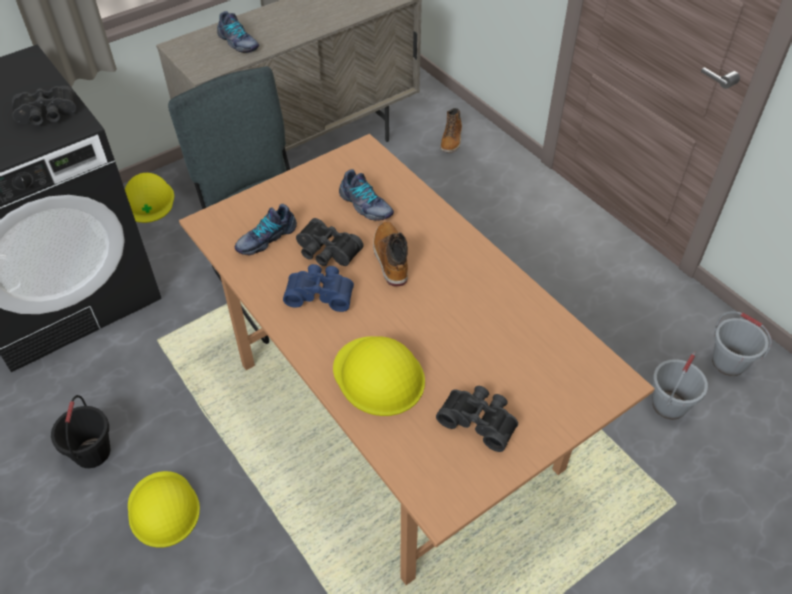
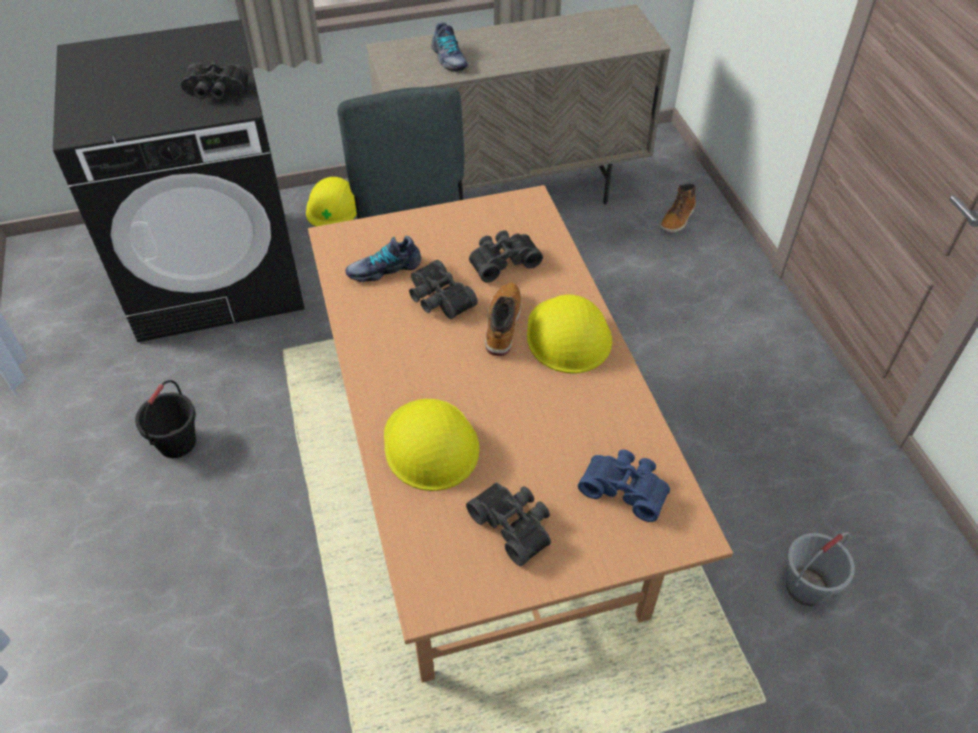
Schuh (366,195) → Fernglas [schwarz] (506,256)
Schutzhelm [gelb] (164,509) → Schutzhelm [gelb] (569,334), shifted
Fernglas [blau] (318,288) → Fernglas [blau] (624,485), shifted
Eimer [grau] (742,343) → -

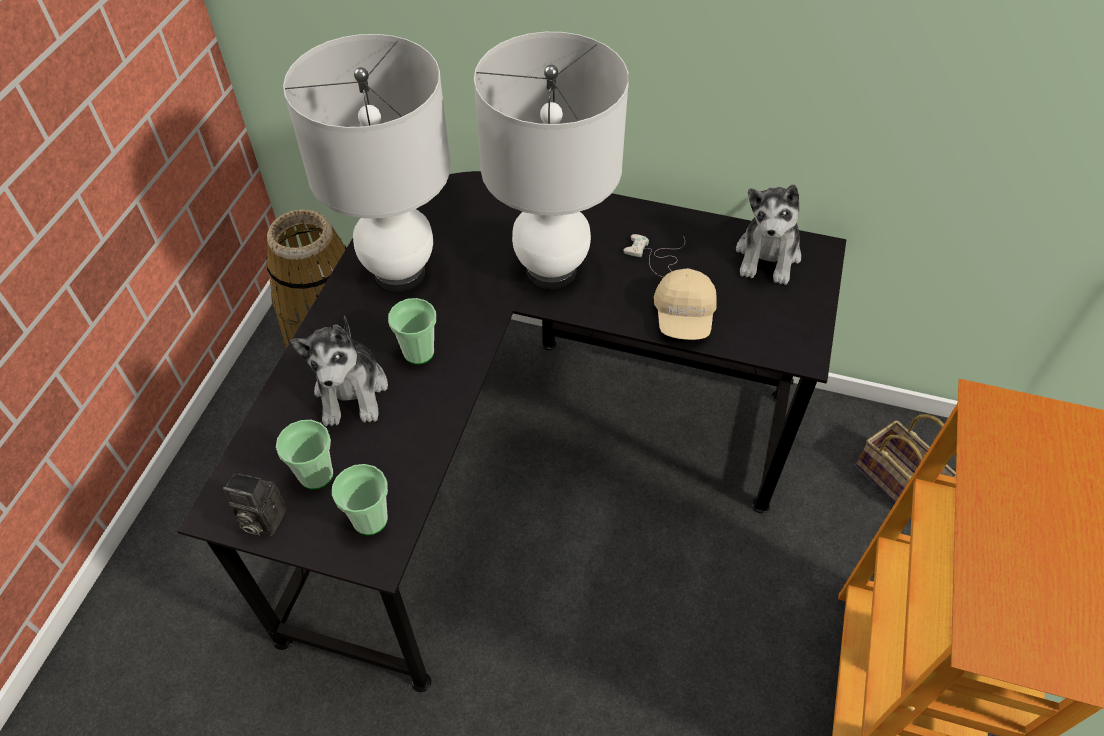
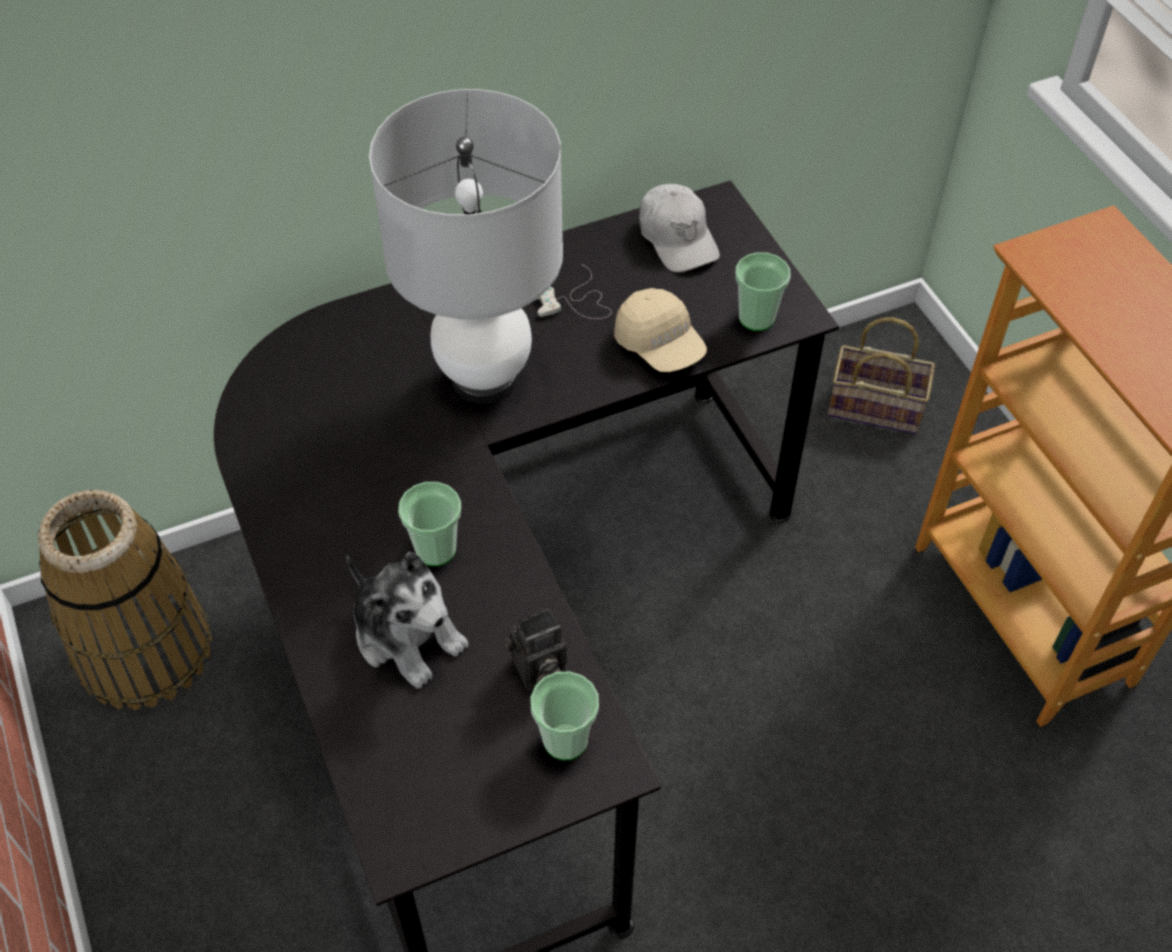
Kamera (255,504) → Kamera (535,650), shifted
Plüschtier (768,234) → Kappe [weiß] (679,228)
Tasse (304,455) → Tasse (763,291), shifted
Tischlampe [weiß] (367,163) → -

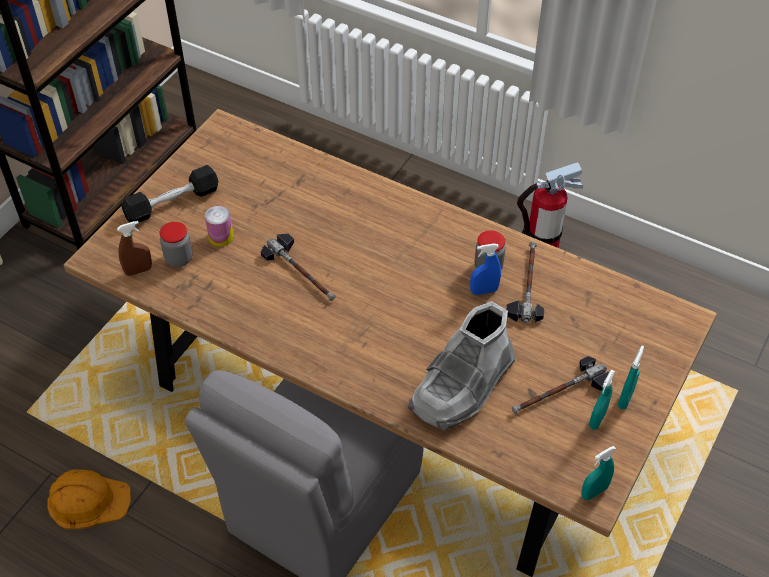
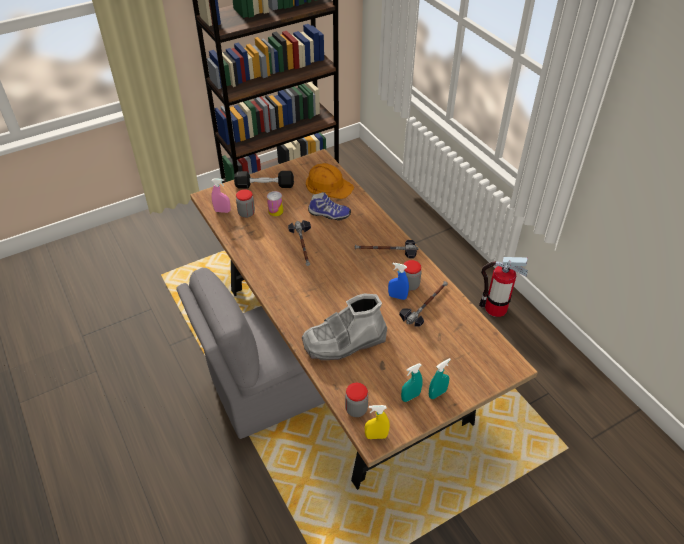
Sprühflasche [braun] (134,248) → Sprühflasche [rosa] (221,195)
Schutzhelm [orange] (89,499) → Schutzhelm [orange] (330,181), shifted
- → Schuh (329,206)
- → Vorratsglas (356,400)
Hammer (560,385) → Hammer (387,249), shifted
Sprühflasche [türkis] (598,473) → Sprühflasche [gelb] (377,422)

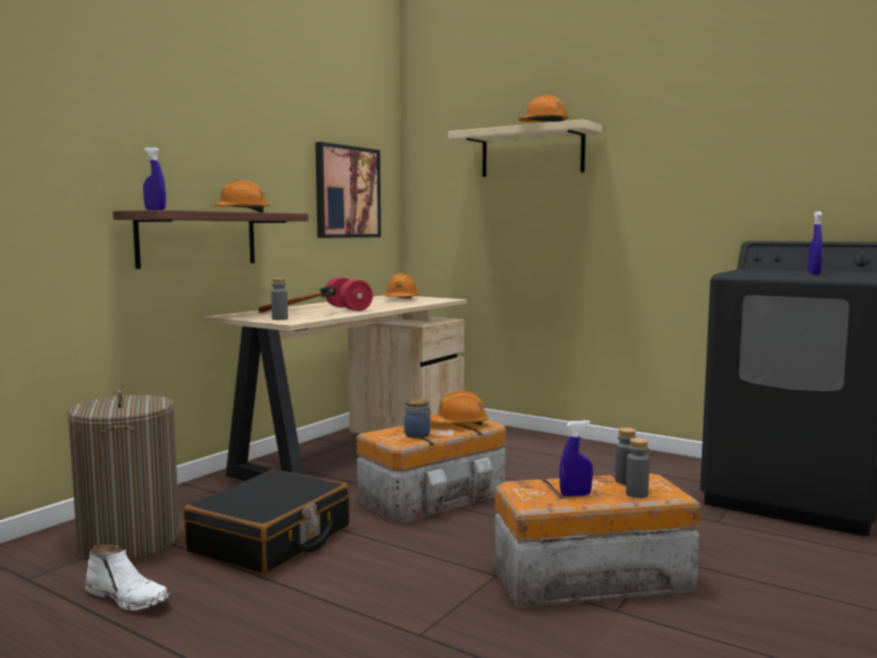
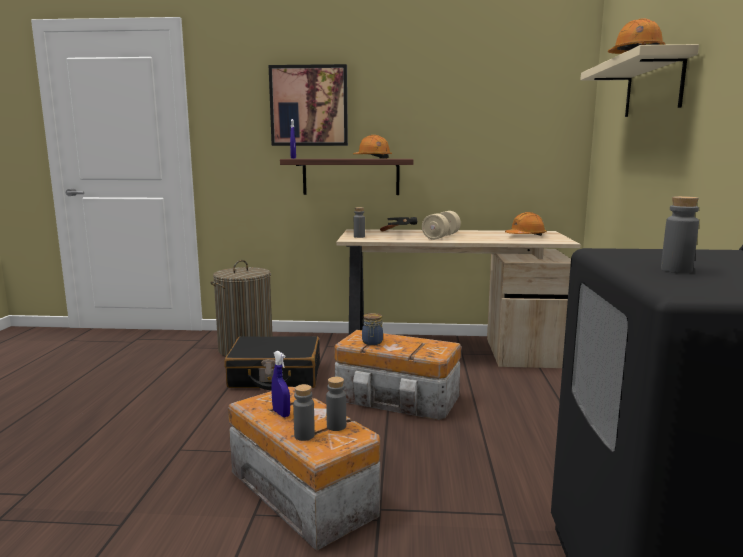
Bild (348,190) → Bild (308,105), shifted
Hantel [rot] (349,294) → Hantel [beige] (441,225)
Sprühflasche [blau] (815,243) → Flasche [grau] (680,234)
Stiefel [weiß] (128,578) → -
Schutzhelm [orange] (459,408) → -

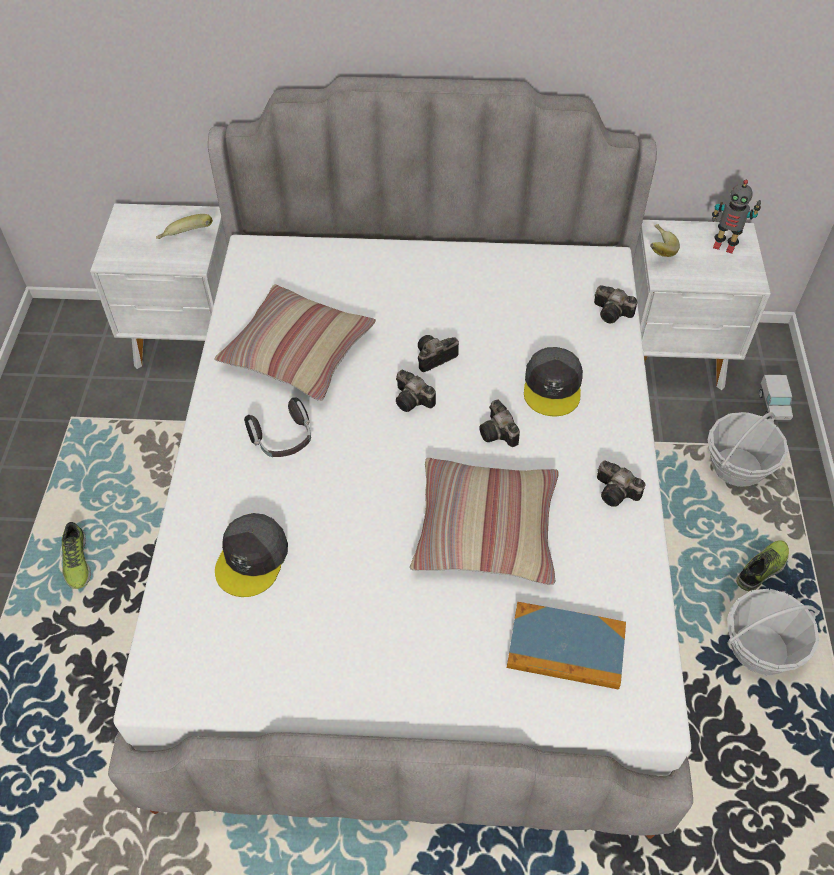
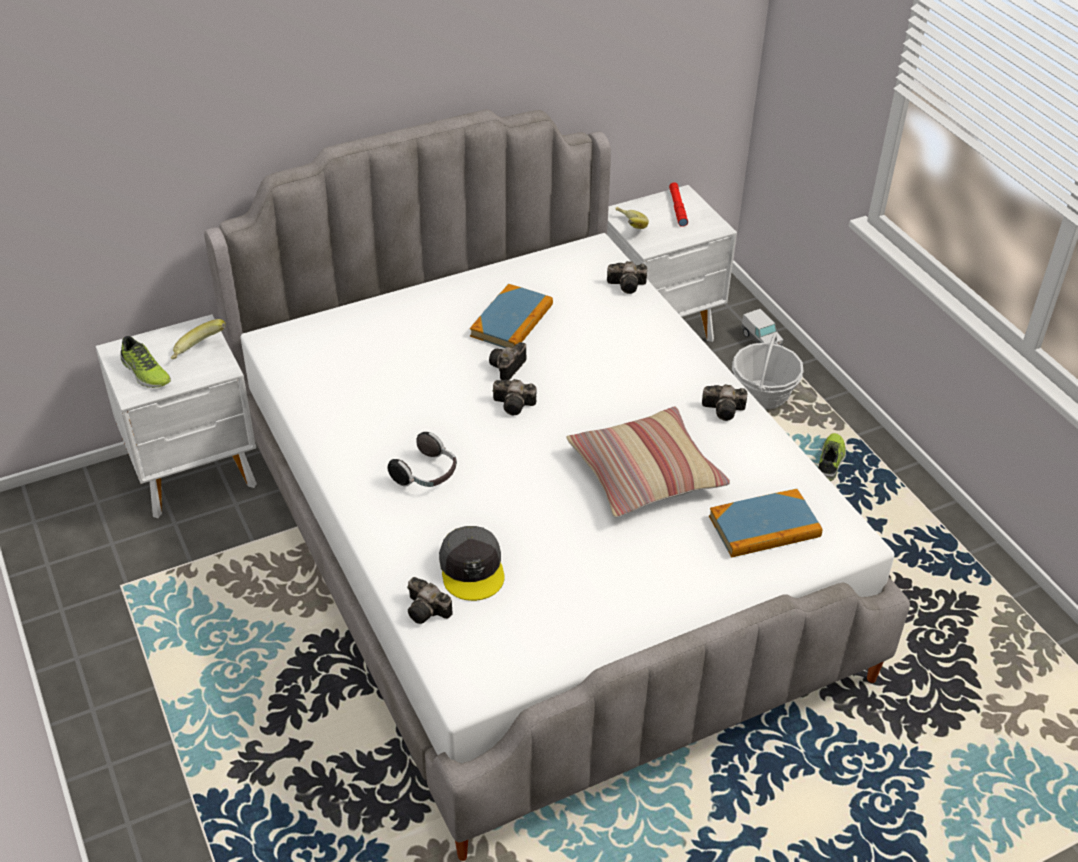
Schuh (76,555) → Schuh (145,362), shifted
Kamera (499,423) → Kamera (430,600), shifted
- → Buch (511,316)
Spielzeugroboter (736,216) → Taschenlampe [rot] (678,205)
Kissen (295,342) → -
Kappe [grau] (553,381) → -
Korb (773,632) → -

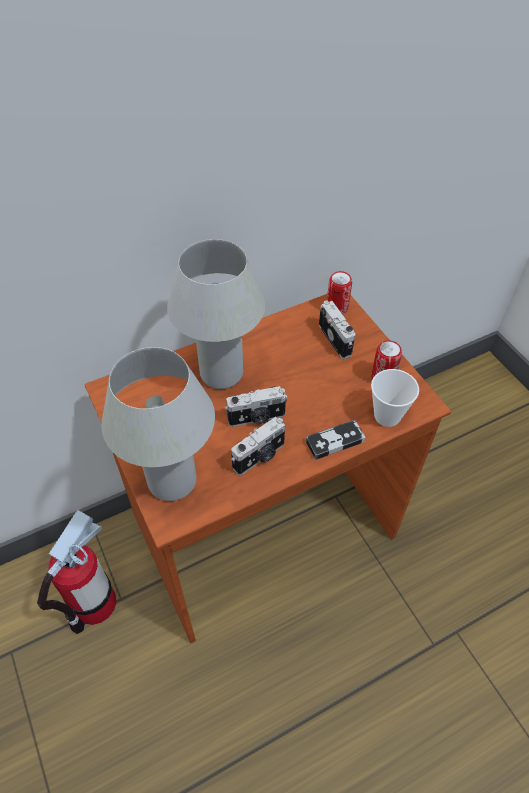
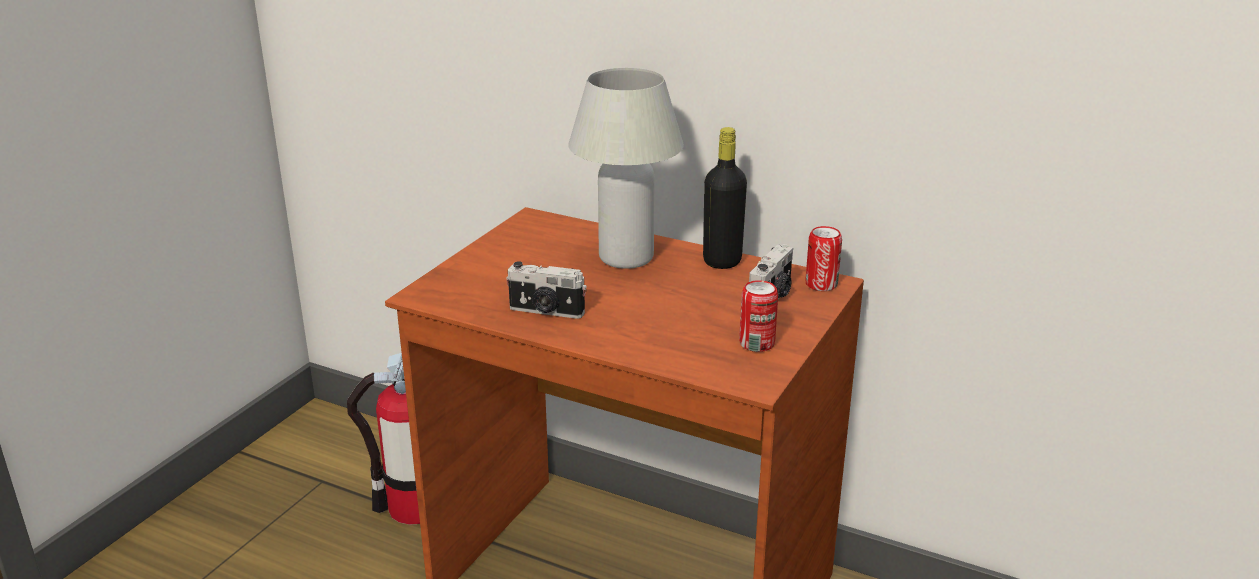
- → Flasche [schwarz] (725,198)
Tischlampe [weiß] (158,424) → -
Kamera (256,406) → -
Gamepad (335,440) → -
Tasse (395,398) → -

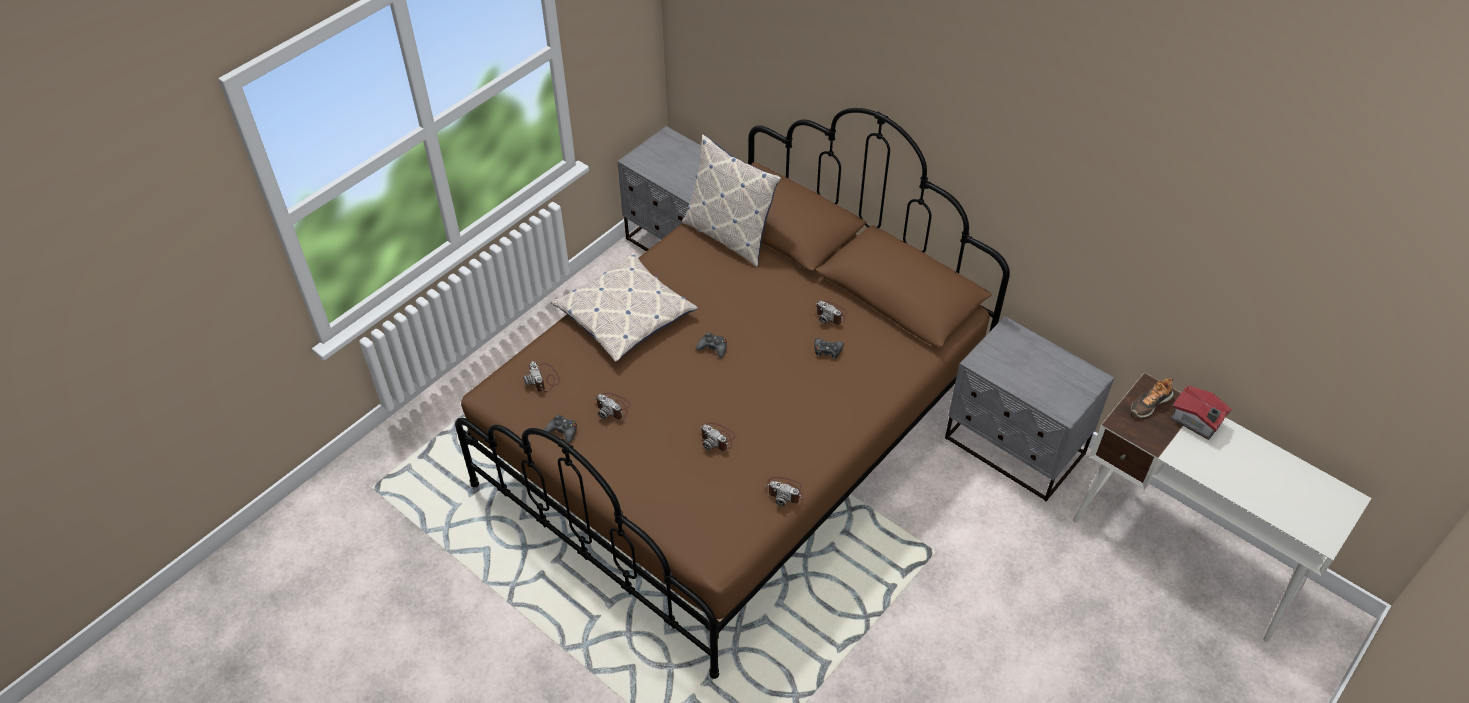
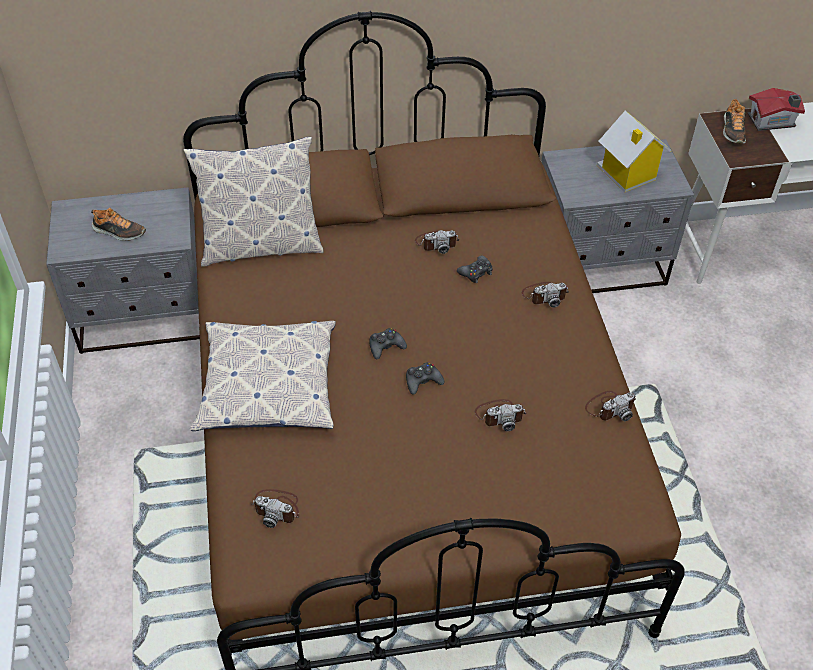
- → Schuh (118,224)
Gamepad [schwarz] (560,429) → Gamepad [schwarz] (425,378), shifted
Kamera (613,405) → Kamera (545,295), shifted
- → Spielzeughaus (634,151)

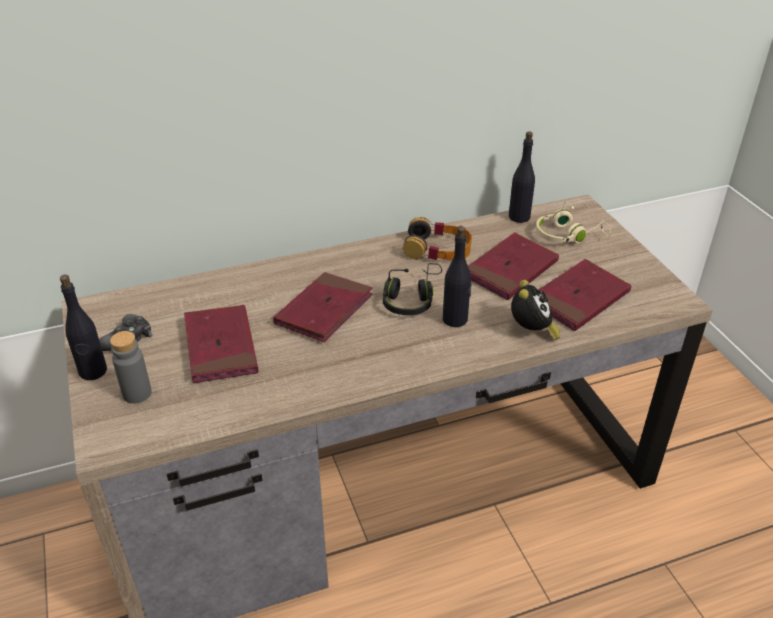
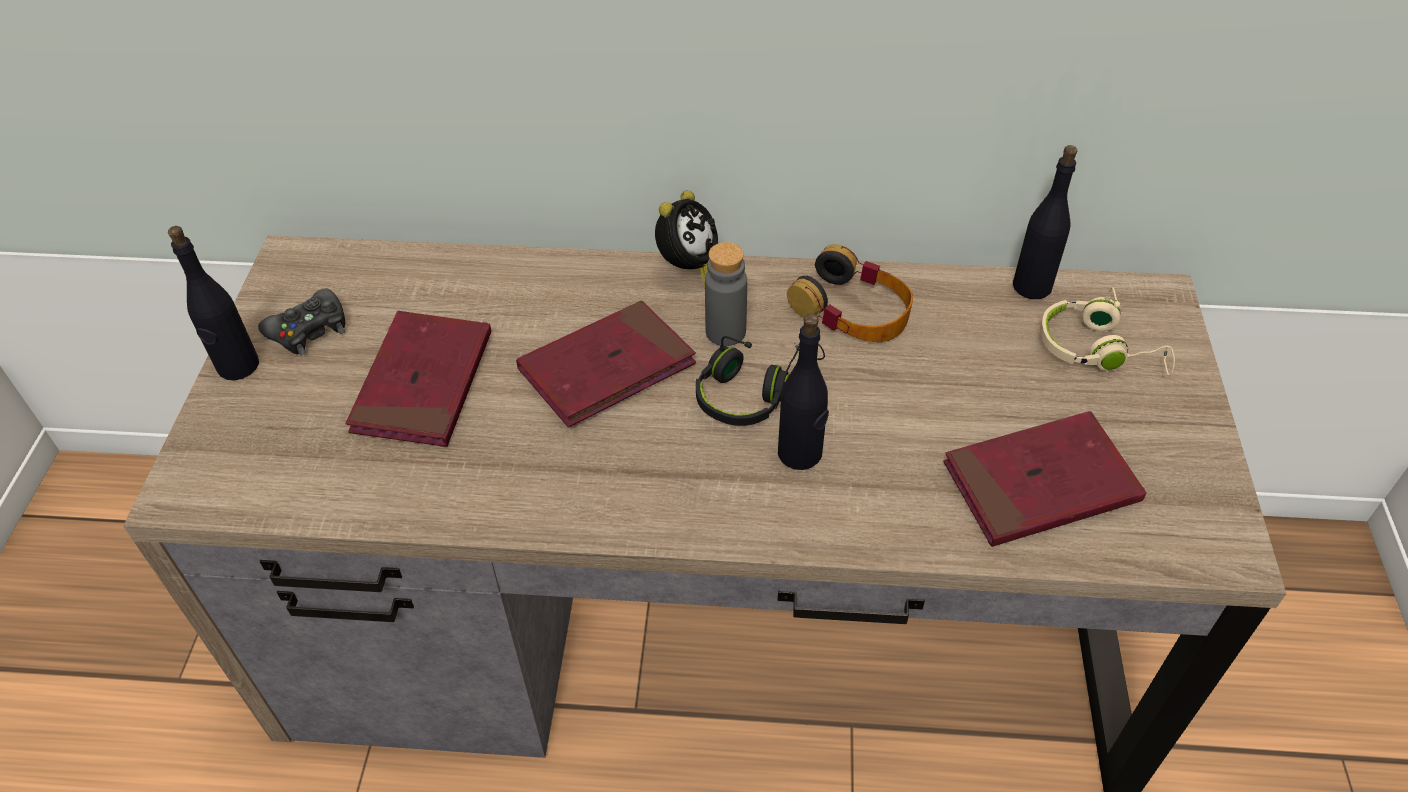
Wecker (535,310) → Wecker (686,239), shifted
Flasche [grau] (131,367) → Flasche [grau] (726,294), shifted
Buch [rot] (513,266) → -

